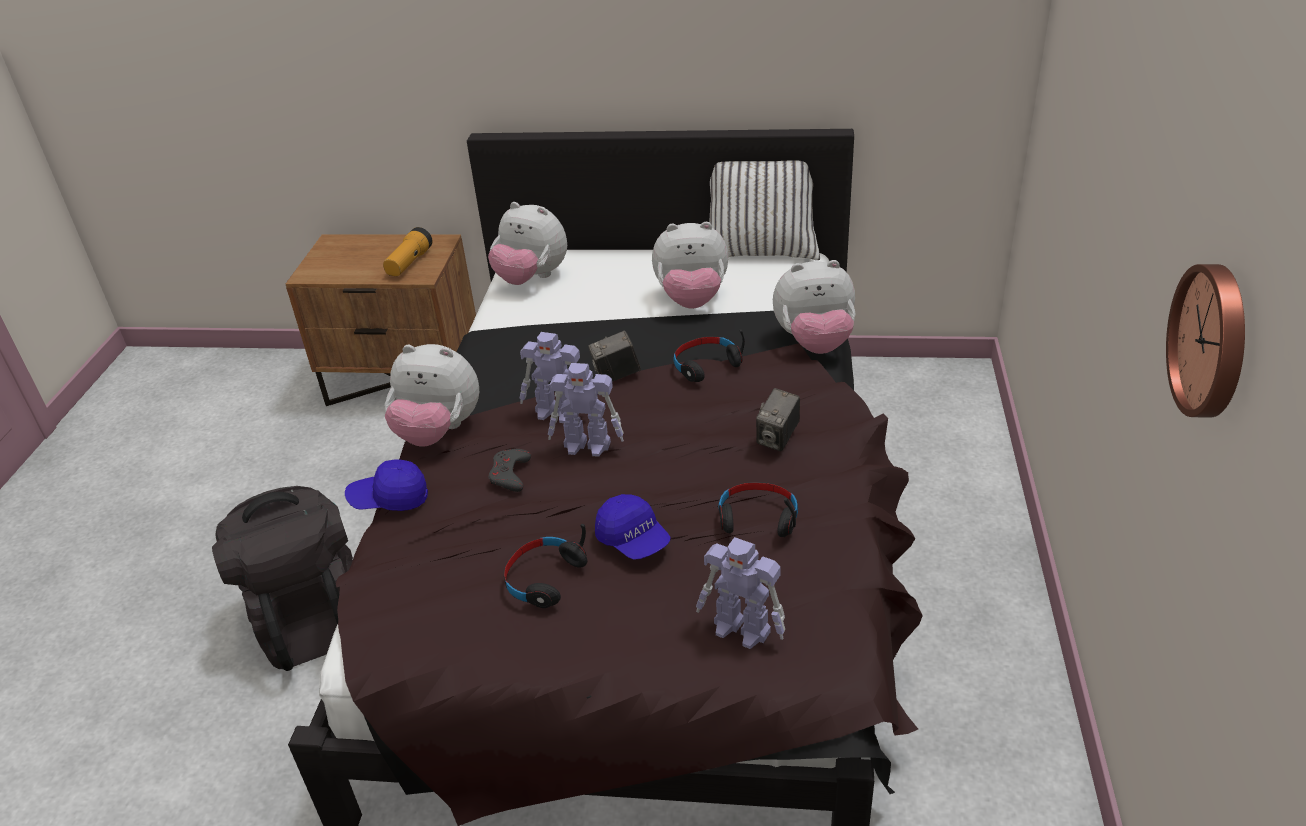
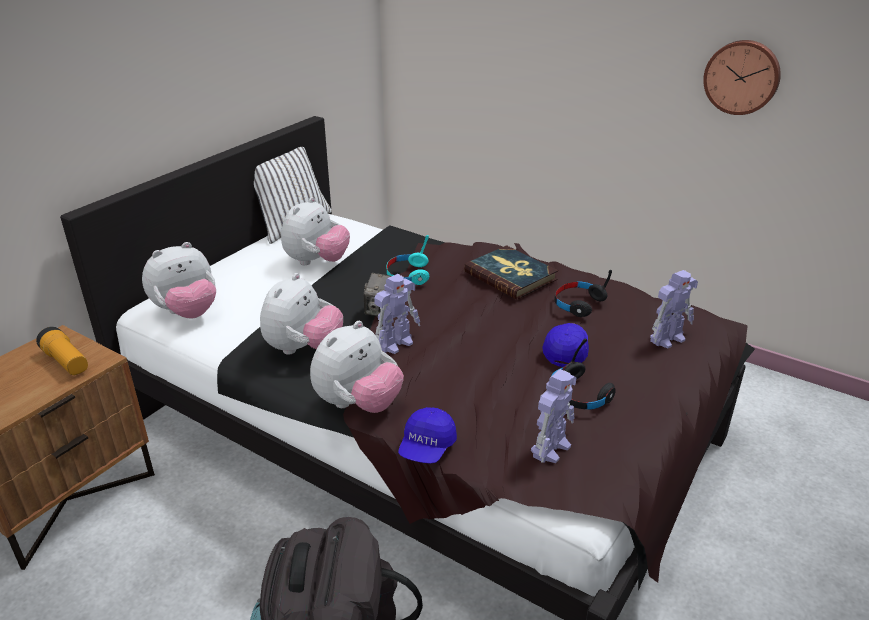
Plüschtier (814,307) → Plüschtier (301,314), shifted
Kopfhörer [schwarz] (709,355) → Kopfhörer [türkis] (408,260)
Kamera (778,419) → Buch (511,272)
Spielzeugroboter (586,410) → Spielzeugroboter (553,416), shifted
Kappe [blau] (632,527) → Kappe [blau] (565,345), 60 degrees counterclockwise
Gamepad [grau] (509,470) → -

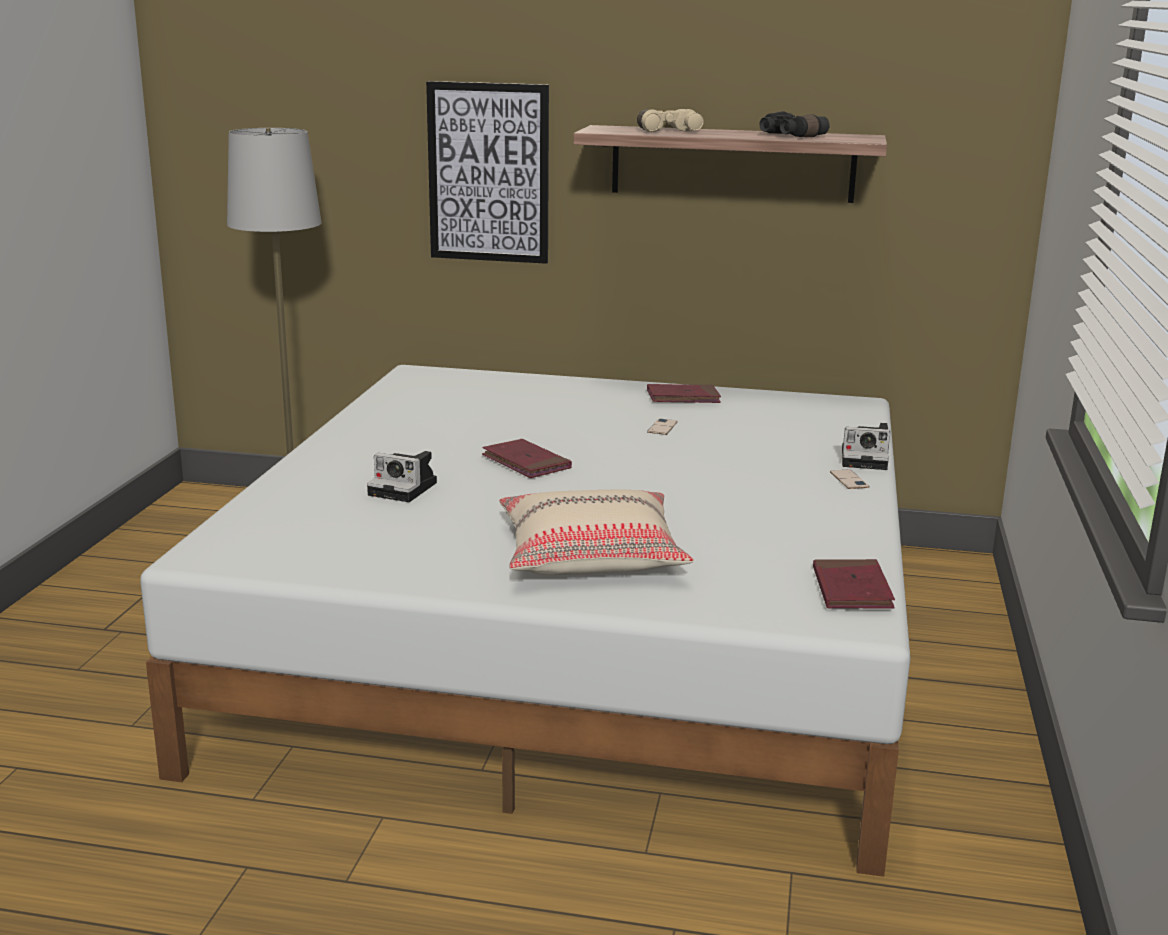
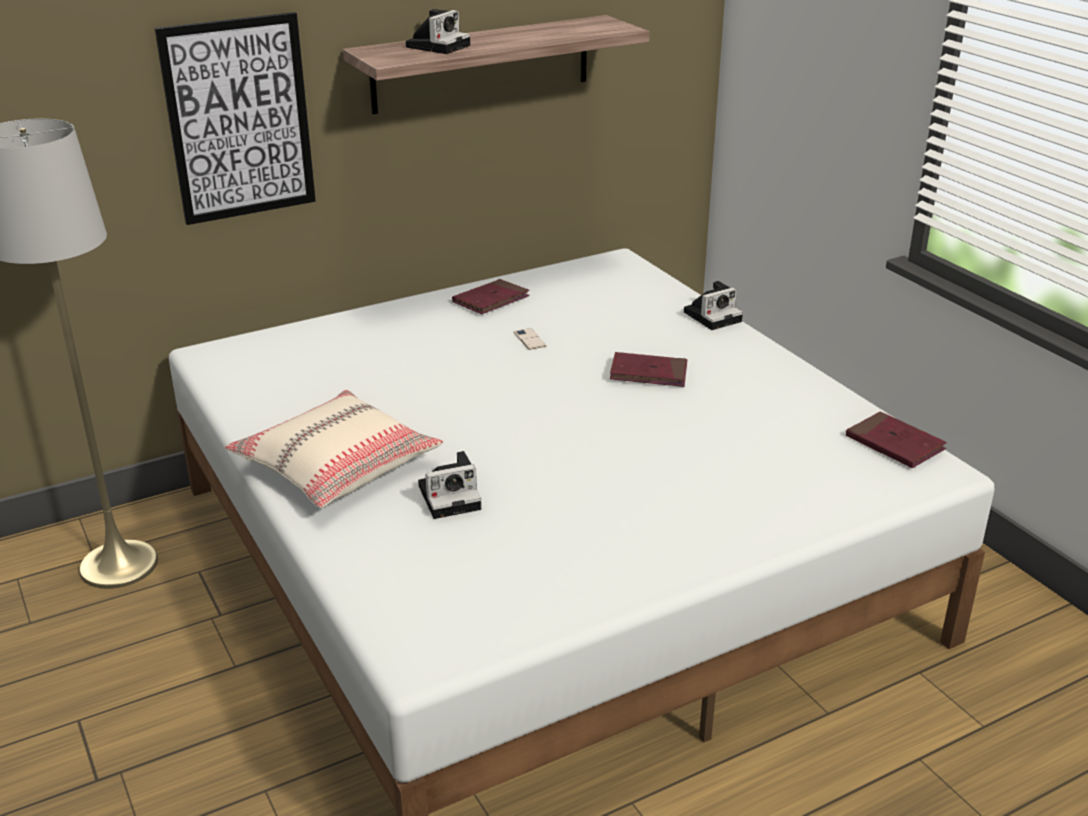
Kissen [beige] (596,532) → Kissen [beige] (334,449), shifted
Fernglas [beige] (670,120) → Kamera (438,31)
Buch [rot] (527,458) → Buch [rot] (649,369), shifted
Fernglas [schwarz] (794,124) → -
Handy (849,479) → -

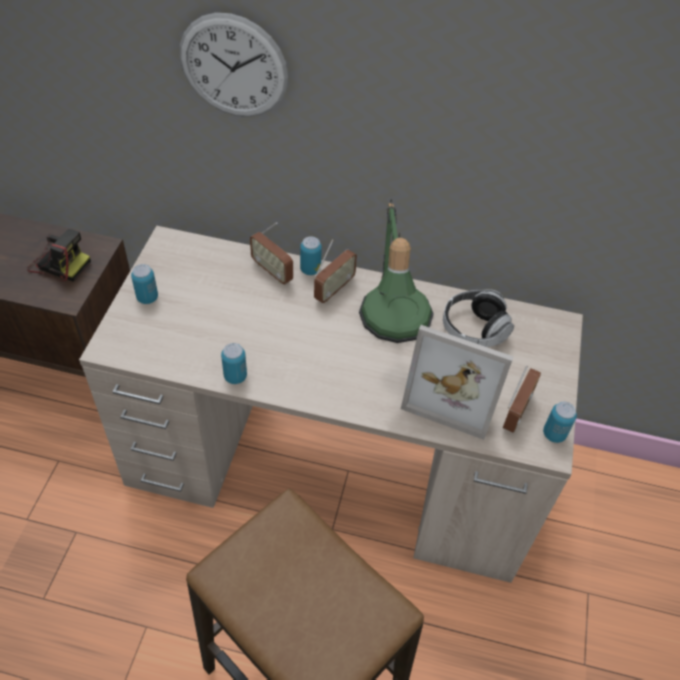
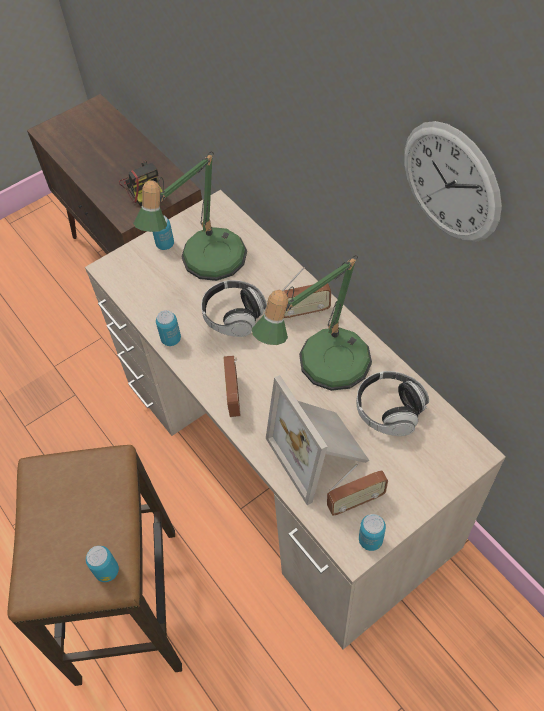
Dose (311,255) → Dose (102,564), shifted
- → Tischlampe (190,216)
- → Kopfhörer (234,308)
Radio (271,253) → Radio (232,386), shifted
Wanduhr (234,65) → Wanduhr (453,181), shifted

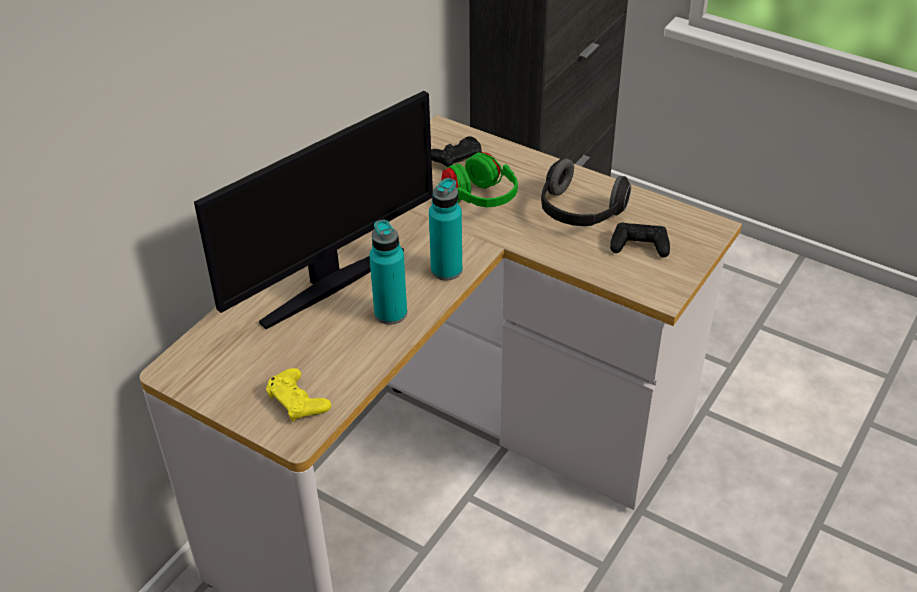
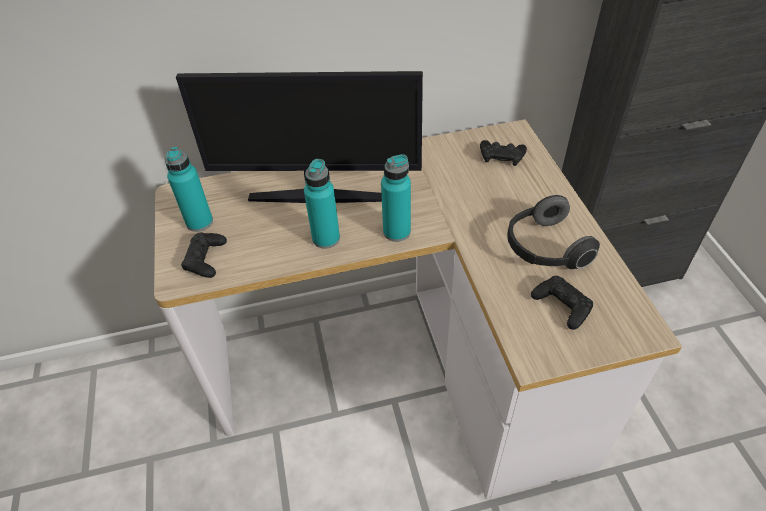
- → Flasche [türkis] (189,189)
Gamepad [gelb] (298,395) → Gamepad [schwarz] (204,255)
Kopfhörer [grün] (479,179) → -

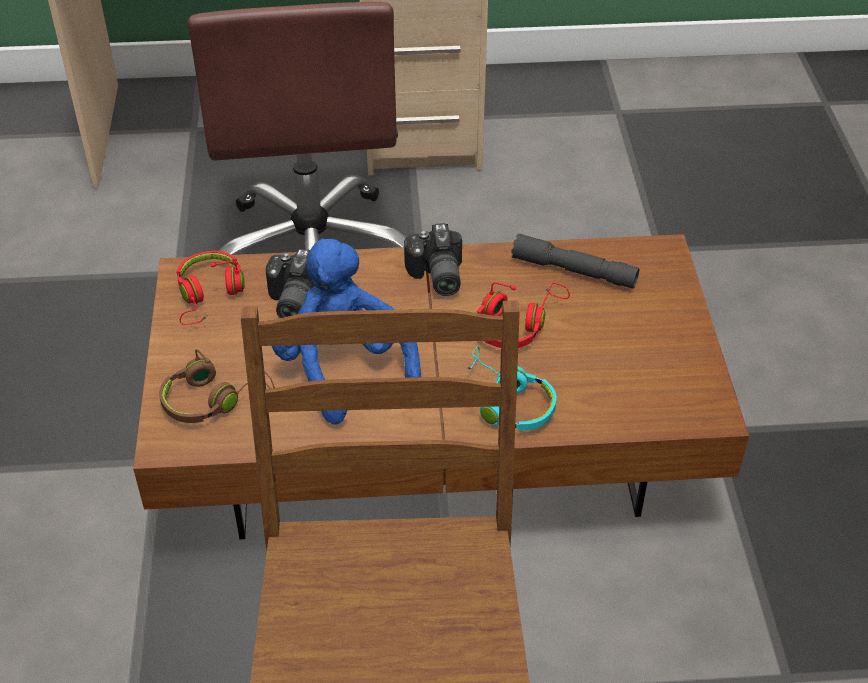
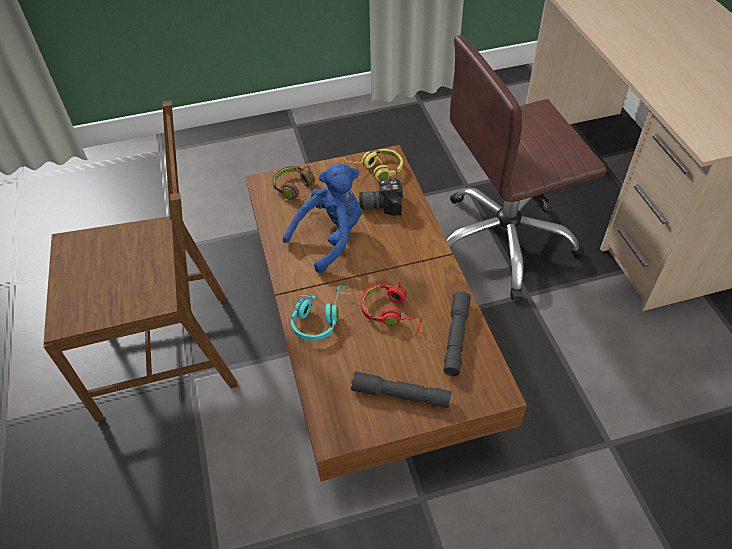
Kopfhörer [rot] (211,288) → Kopfhörer [gelb] (372,165)
- → Taschenlampe [grau] (401,389)
Kamera (433,259) → -

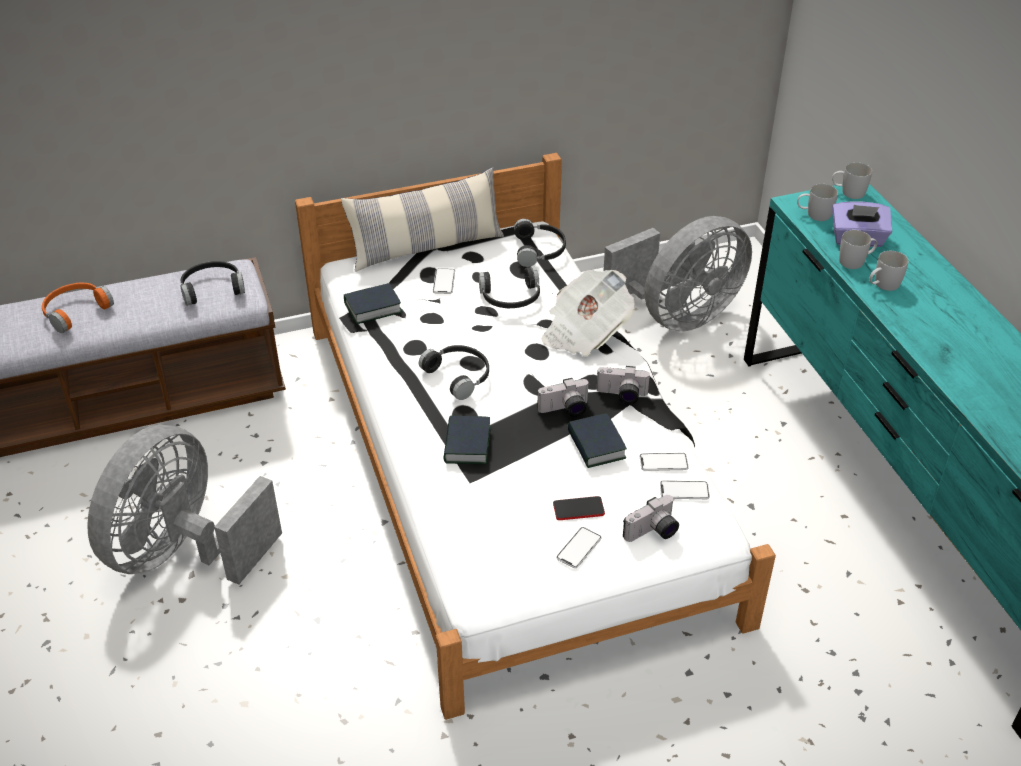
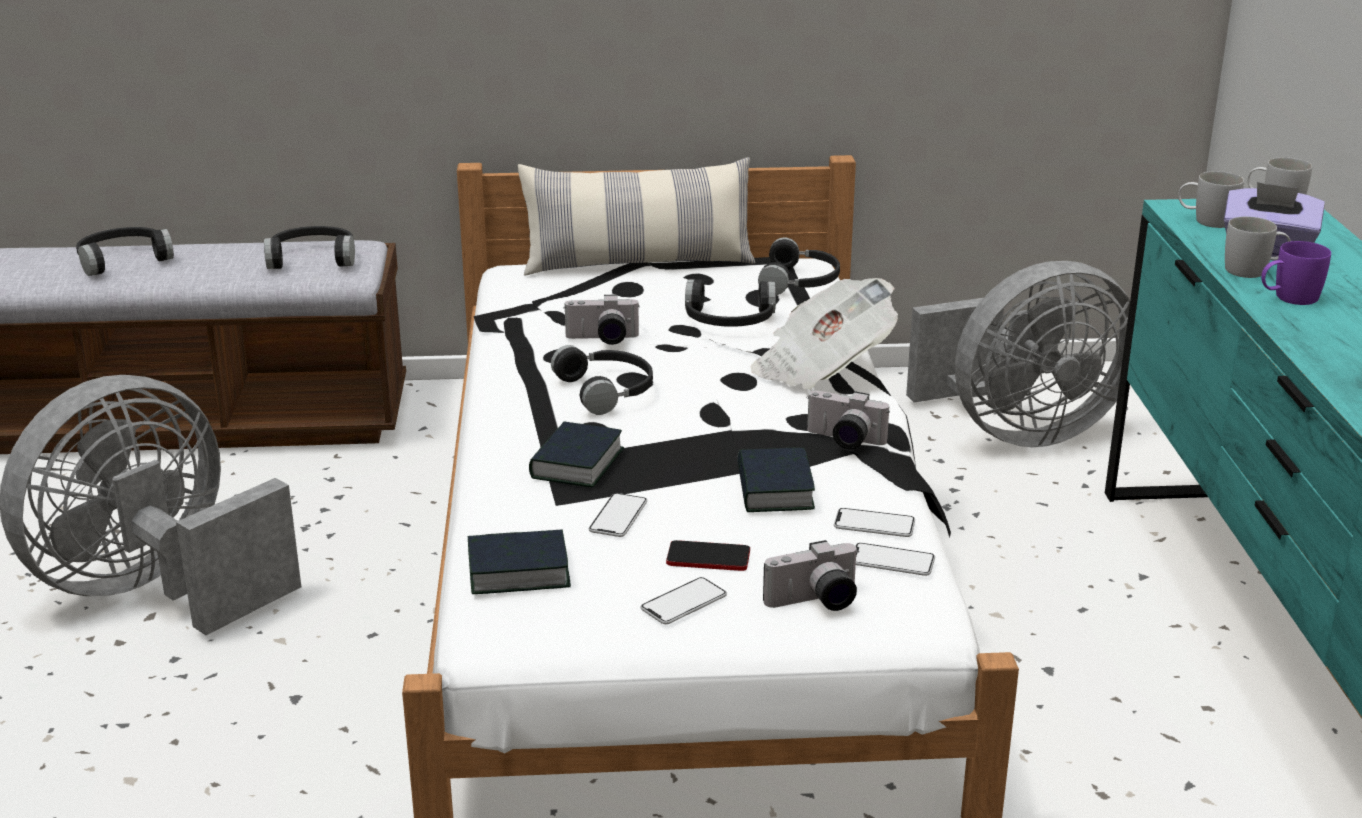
Kopfhörer [orange] (78,308) → Kopfhörer [schwarz] (125,251)
Buch (373,303) → Buch (519,561), shifted
Kamera (563,397) → Kamera (602,320), shifted
Handy (444,281) → Handy (618,515), shifted
Henkelbecher [weiß] (888,271) → Henkelbecher [lila] (1296,273)

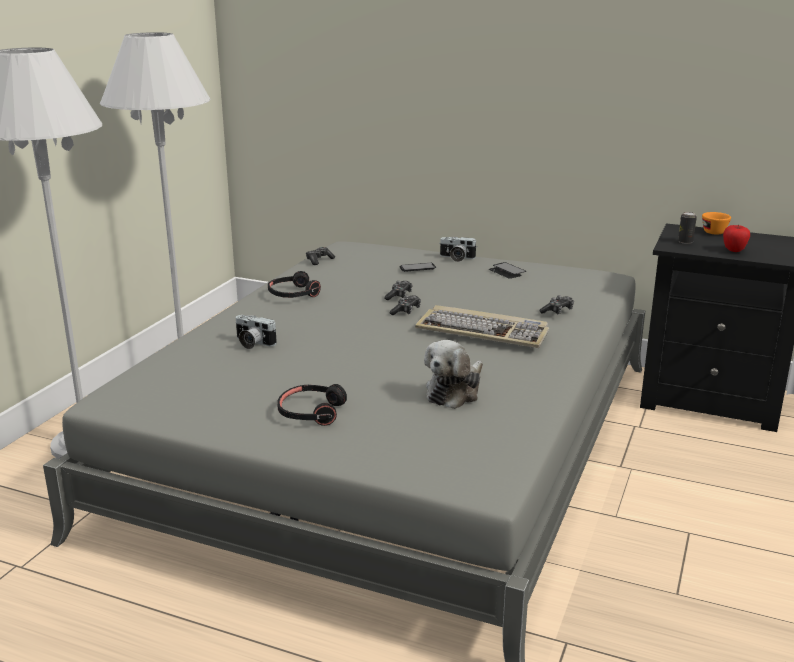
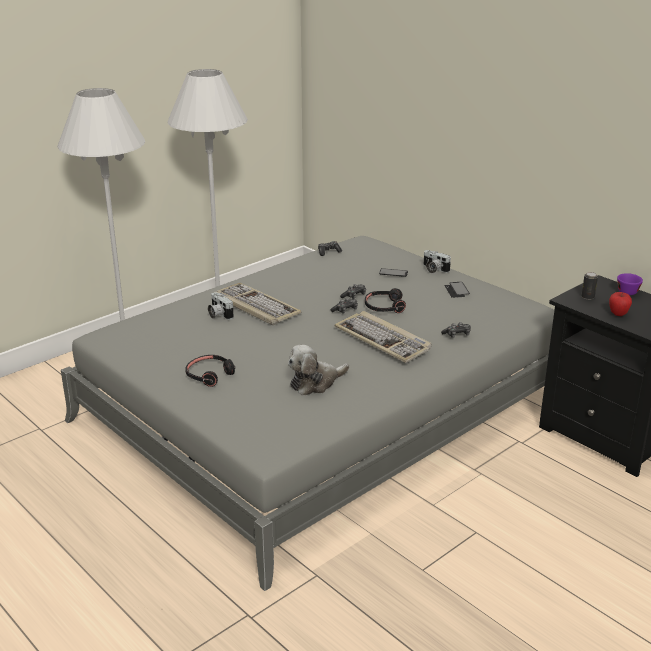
- → Tastatur (259,304)
Kopfhörer [schwarz] (294,284) → Kopfhörer [schwarz] (385,300), shifted
Tasse [orange] (716,223) → Tasse [lila] (630,284)

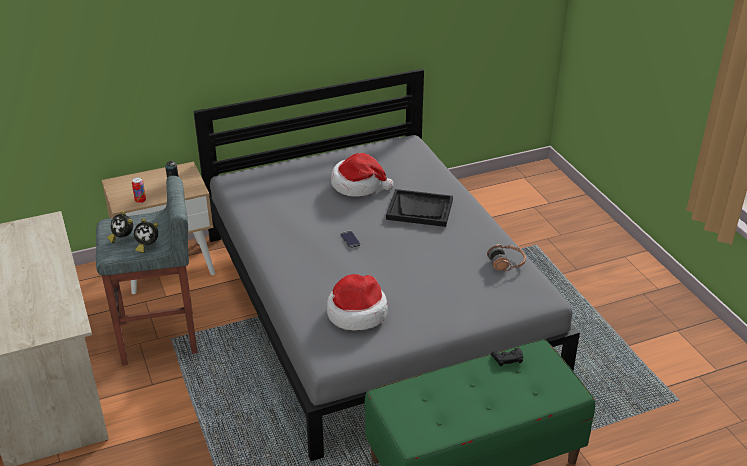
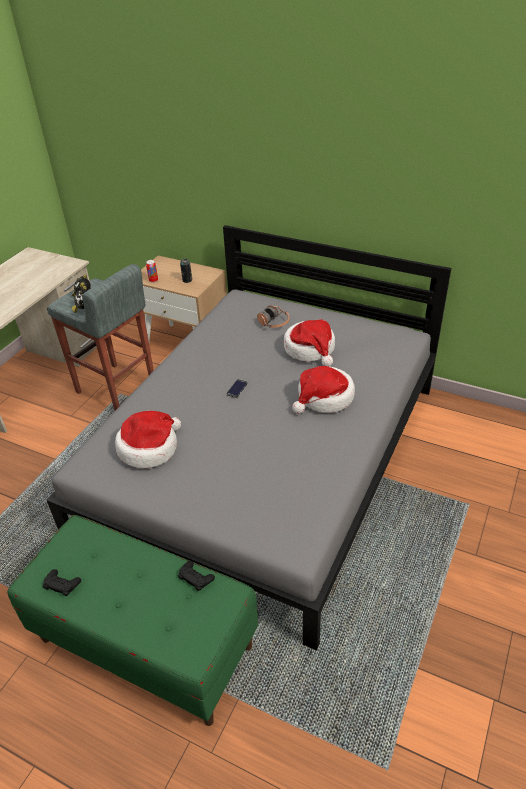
- → Gamepad [schwarz] (62,582)
Kopfhörer (506,257) → Kopfhörer (273,316), shifted
Tablett [schwarz] (419,208) → Hut (323,390)

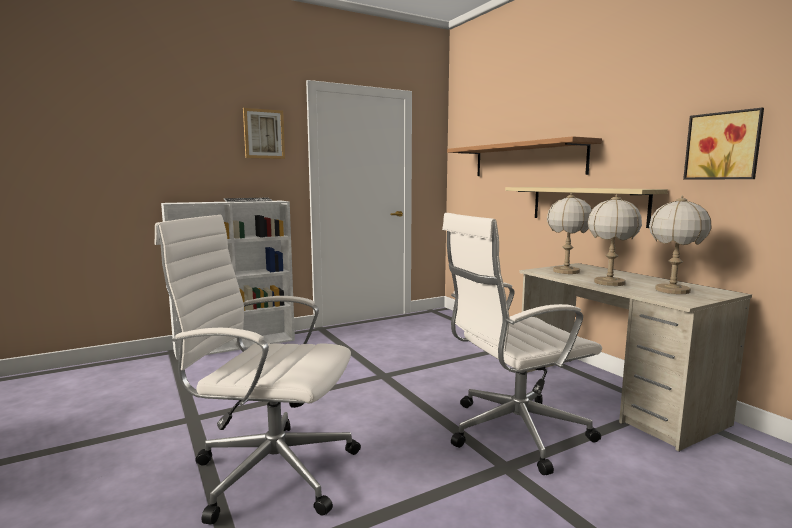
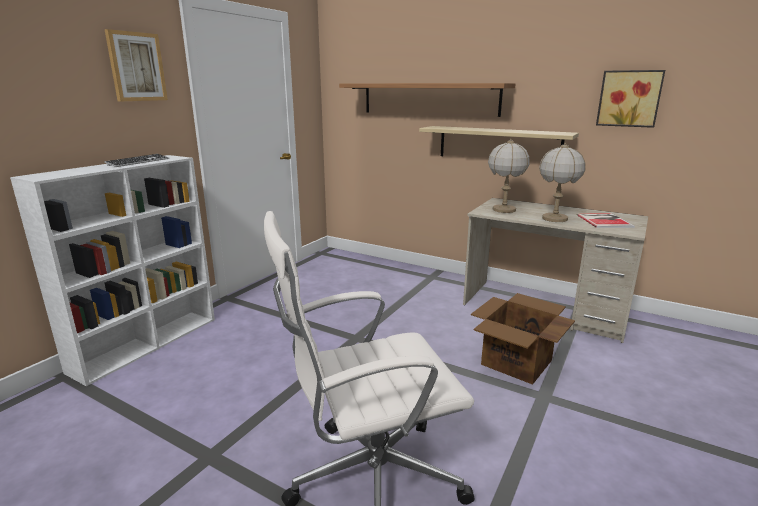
Bürostuhl [weiß] (522,344) → Karton (523,339)
Tischlampe (680,245) → Buch (606,220)

